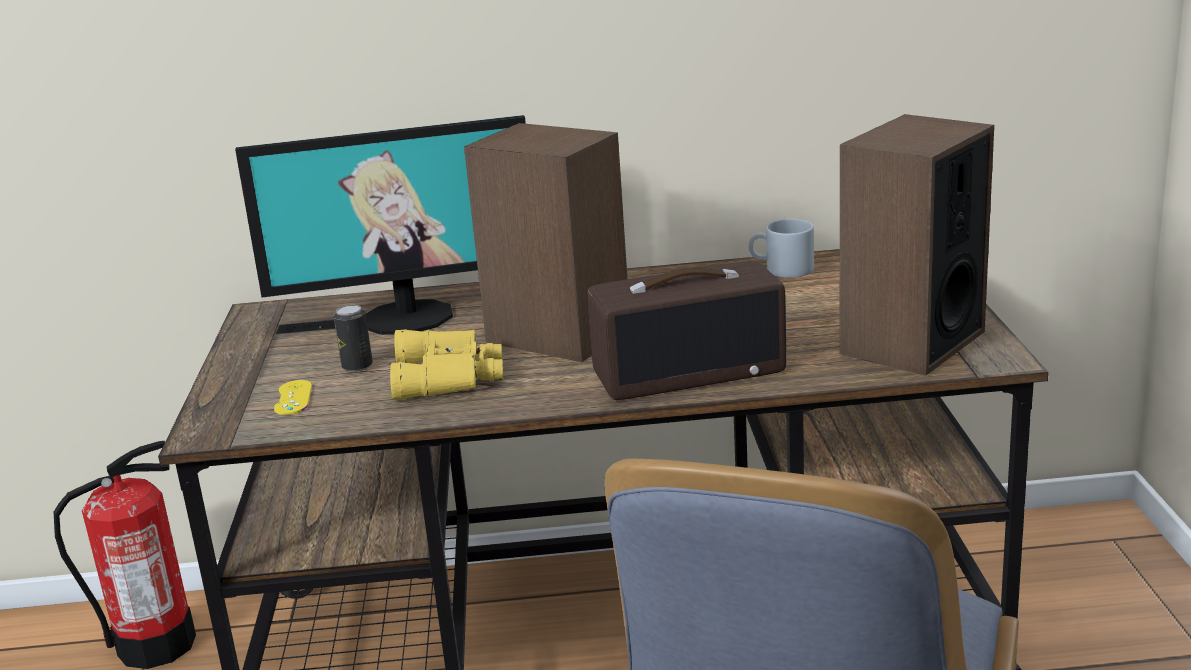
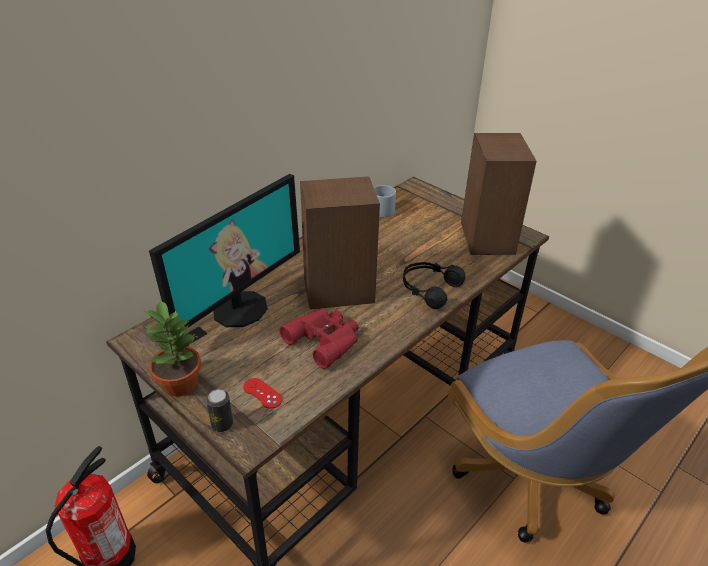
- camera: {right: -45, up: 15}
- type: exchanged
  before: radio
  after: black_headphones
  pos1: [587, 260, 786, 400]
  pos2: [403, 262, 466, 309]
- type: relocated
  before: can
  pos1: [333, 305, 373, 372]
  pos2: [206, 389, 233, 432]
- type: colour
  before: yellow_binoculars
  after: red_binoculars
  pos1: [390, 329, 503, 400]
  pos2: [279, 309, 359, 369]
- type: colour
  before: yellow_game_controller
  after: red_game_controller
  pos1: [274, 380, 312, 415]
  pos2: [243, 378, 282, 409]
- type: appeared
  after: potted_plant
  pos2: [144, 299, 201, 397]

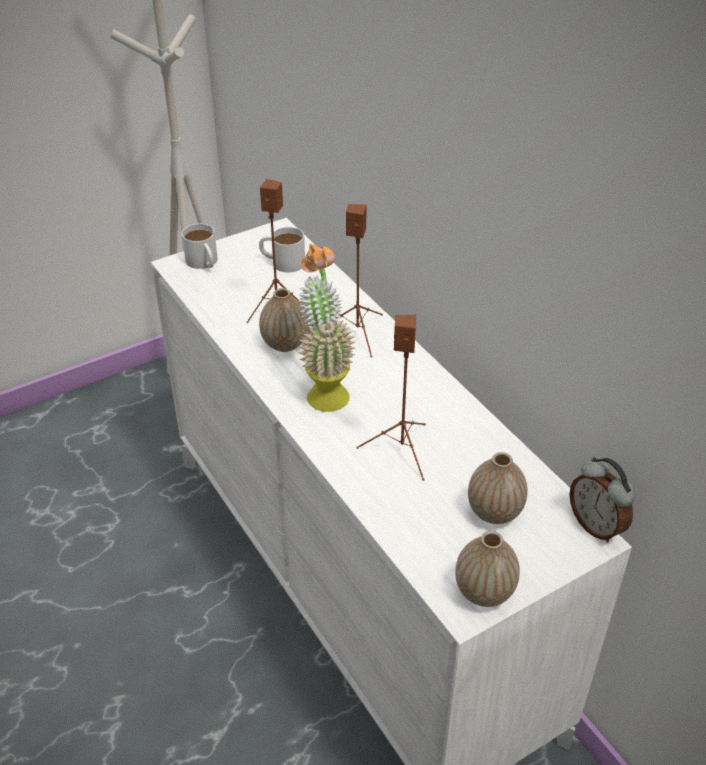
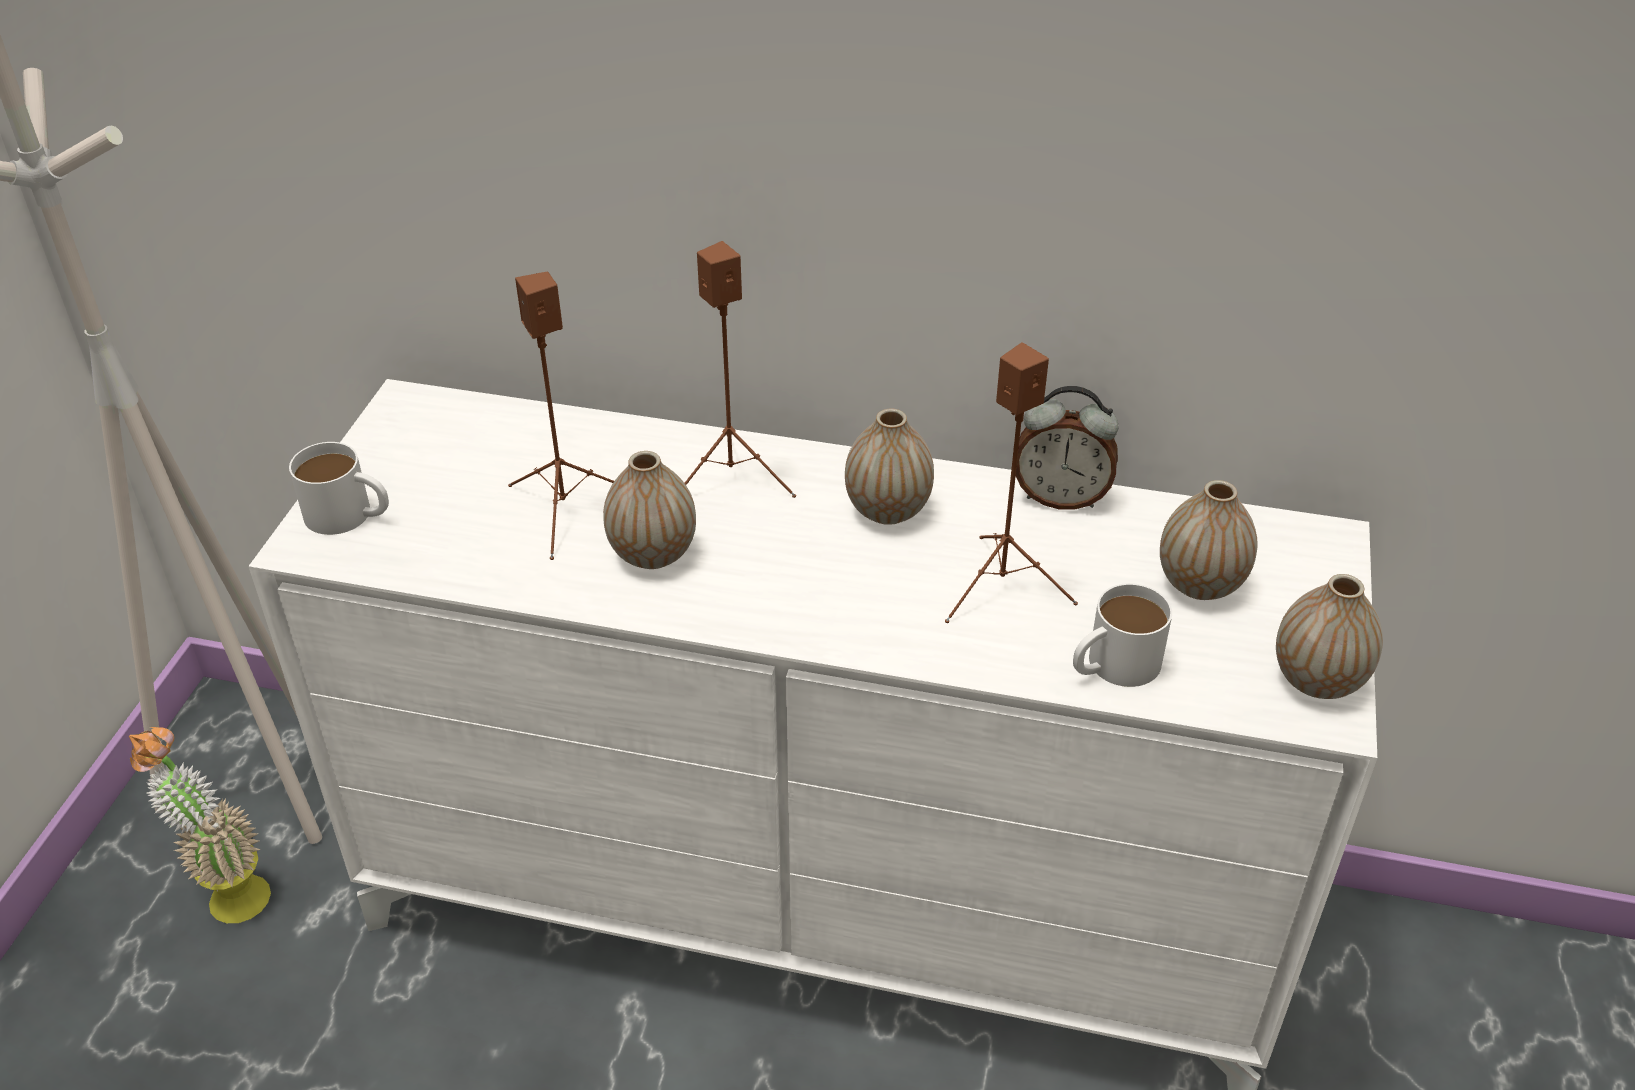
- camera: {right: -45, up: 0}
- type: relocated
  before: white_mug
  pos1: [259, 227, 305, 272]
  pos2: [1073, 583, 1172, 687]
- type: relocated
  before: potted_plant
  pos1: [297, 244, 355, 412]
  pos2: [129, 727, 271, 923]
- type: relocated
  before: alarm_clock
  pos1: [569, 457, 636, 543]
  pos2: [1016, 386, 1119, 510]
- type: appeared
  after: vase
  pos2: [845, 409, 934, 525]

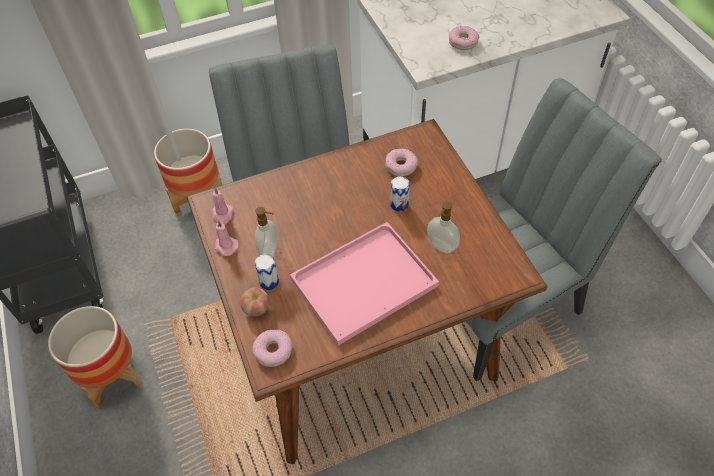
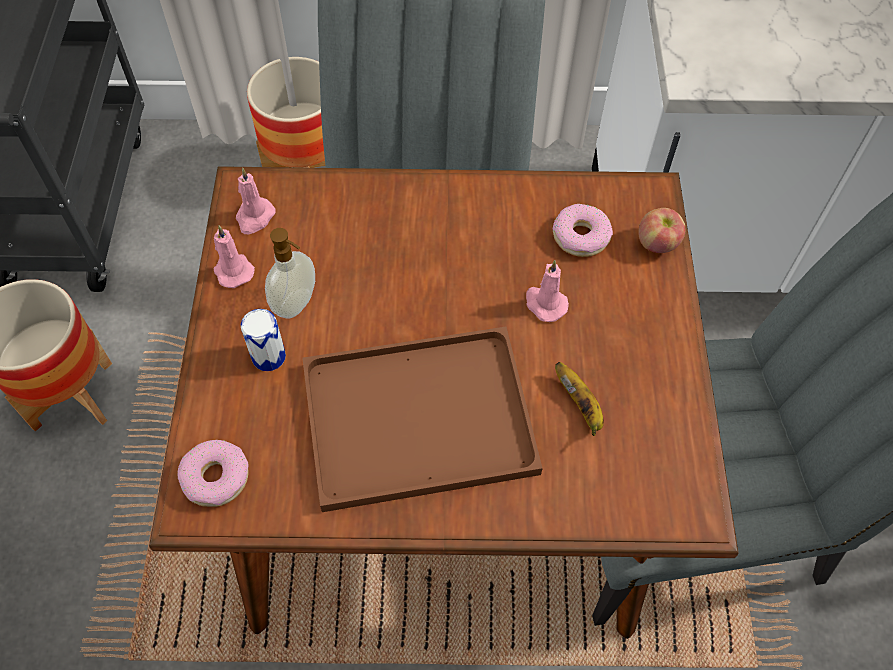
- camera: {right: 20, up: 5}
- type: missing
  before: donut
  pos1: [449, 26, 479, 50]
- type: exchanged
  before: can
  after: pink_candle
  pos1: [390, 176, 410, 212]
  pos2: [526, 260, 569, 322]
- type: exchanged
  before: soap_dispenser
  after: banana
  pos1: [427, 202, 460, 253]
  pos2: [555, 362, 604, 436]
- type: colour
  before: pink_tray
  after: brown_tray
  pos1: [290, 222, 439, 346]
  pos2: [302, 327, 543, 512]
- type: relocated
  before: apple
  pos1: [240, 287, 270, 317]
  pos2: [639, 208, 686, 253]

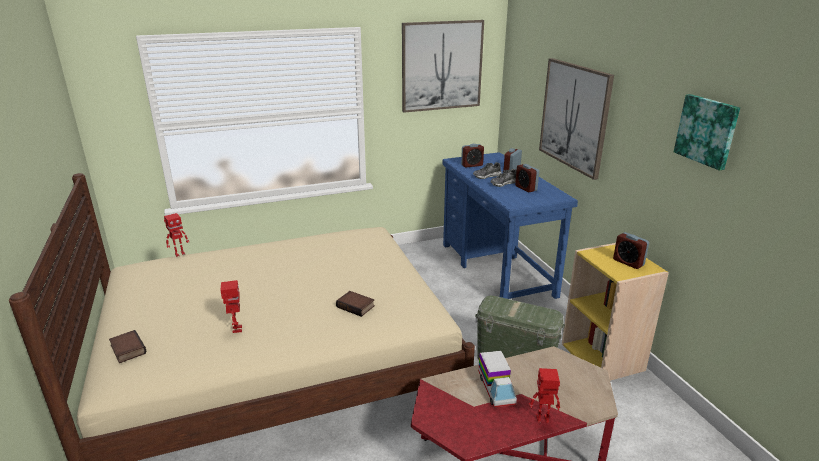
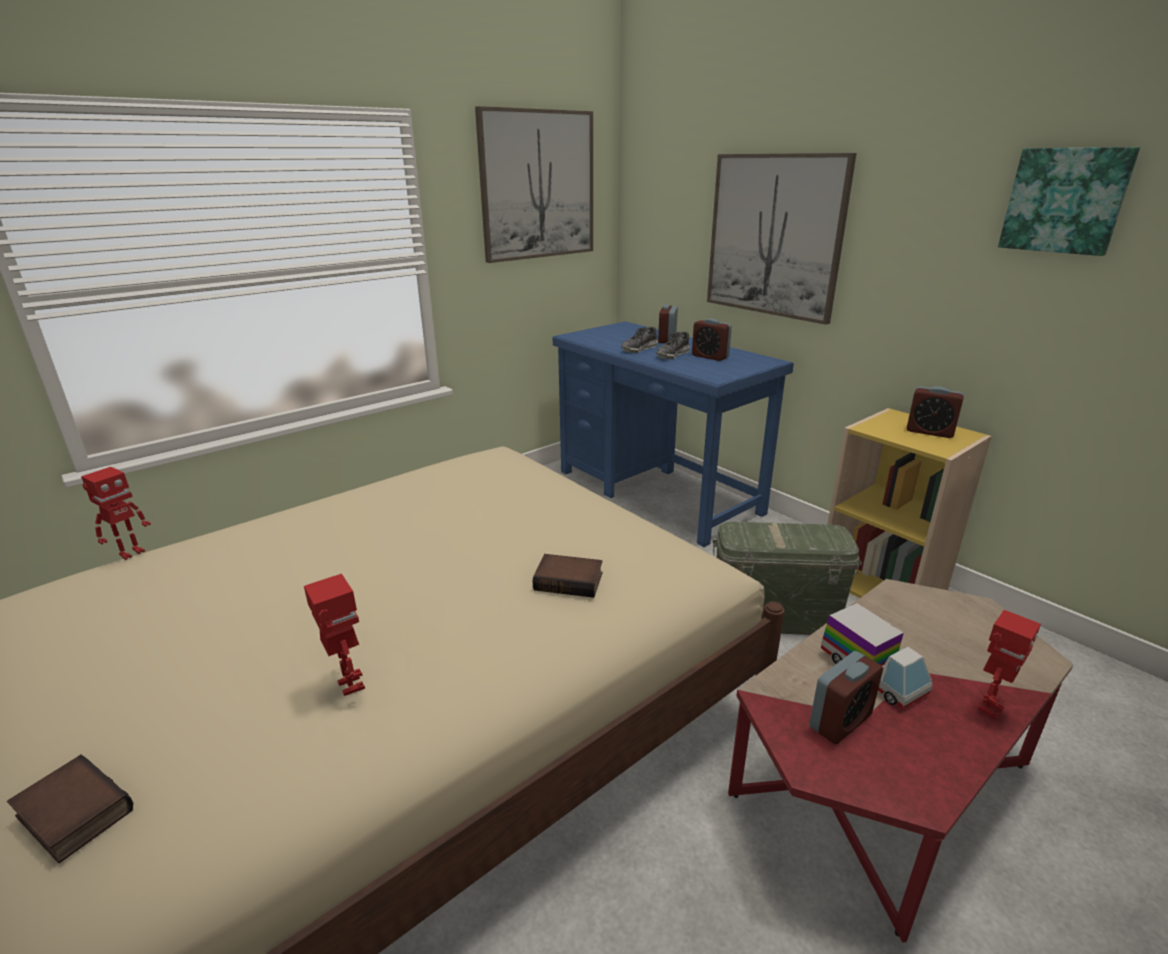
- camera: {right: -20, up: 0}
- type: relocated
  before: alarm_clock
  pos1: [461, 144, 484, 168]
  pos2: [809, 651, 883, 744]
- type: spun
  before: toy_robot
  pos1: [529, 368, 560, 423]
  pos2: [978, 610, 1041, 720]
  turn: 150

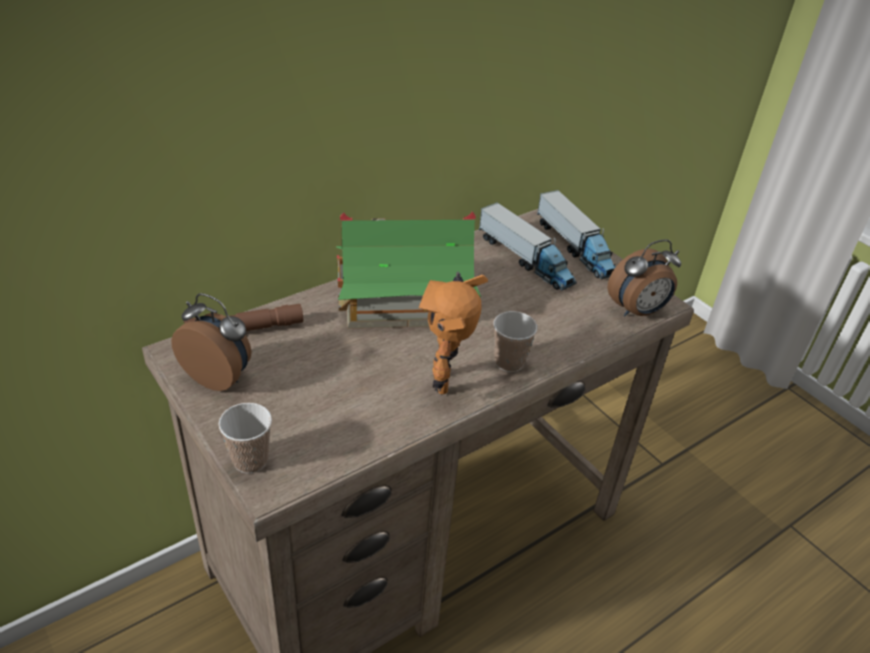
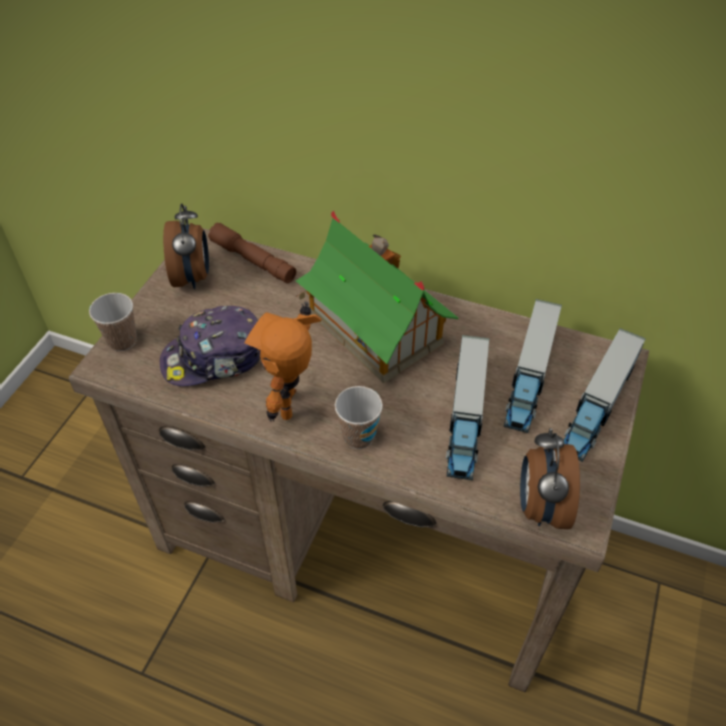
- camera: {right: 60, up: 10}
- type: spun
  before: alarm_clock
  pos1: [607, 240, 681, 316]
  pos2: [520, 428, 580, 529]
  turn: 60
- type: spun
  before: toy_robot
  pos1: [419, 271, 488, 394]
  pos2: [245, 301, 322, 422]
  turn: -45
- type: appeared
  after: cap
  pos2: [160, 306, 260, 386]
- type: appeared
  after: toy_truck
  pos2: [446, 335, 490, 480]

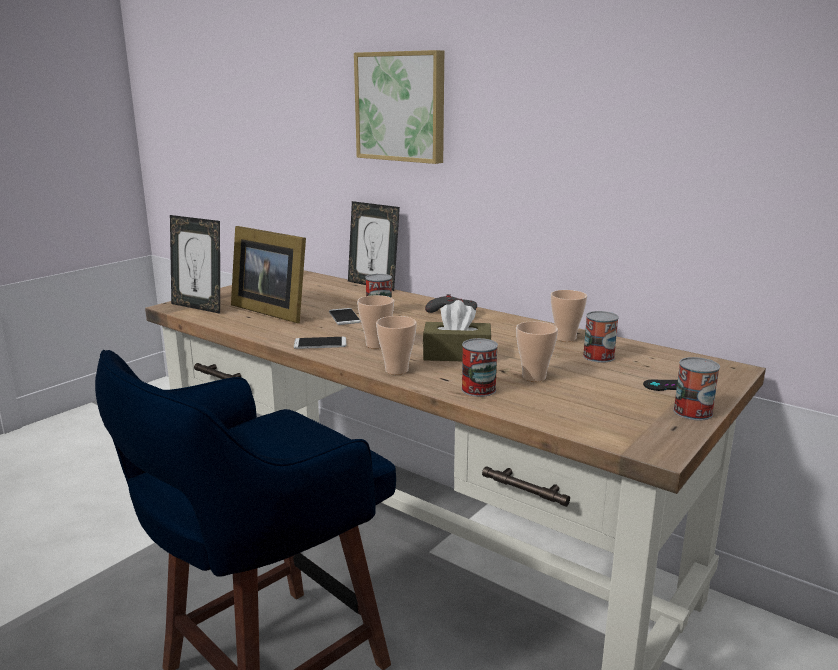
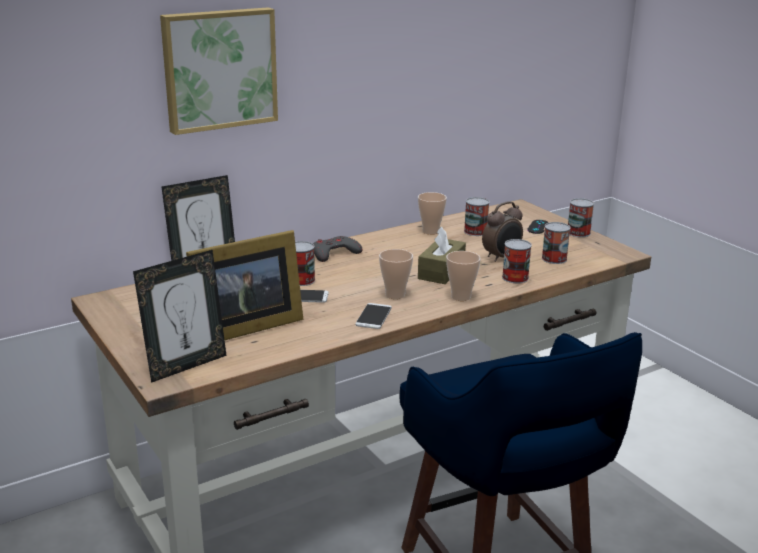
- camera: {right: -70, up: 5}
- type: exchanged
  before: cup
  after: alarm_clock
  pos1: [516, 321, 558, 382]
  pos2: [482, 201, 523, 262]
- type: appeared
  after: can
  pos2: [542, 222, 571, 264]

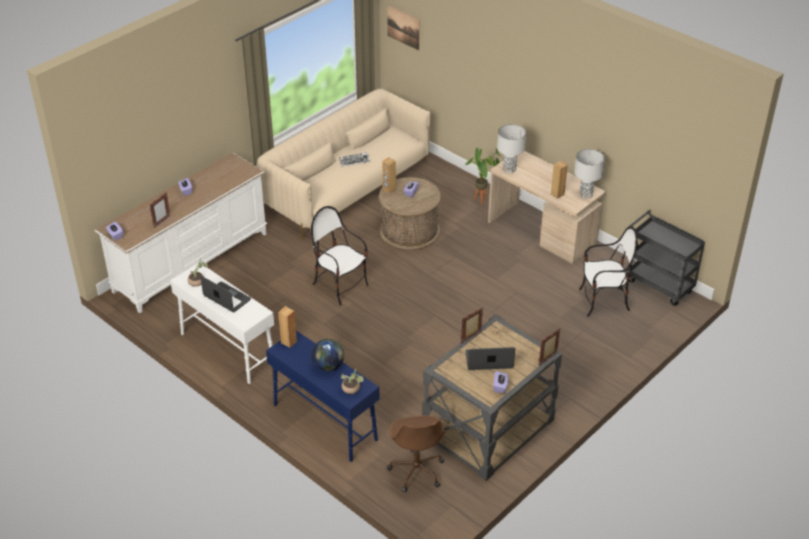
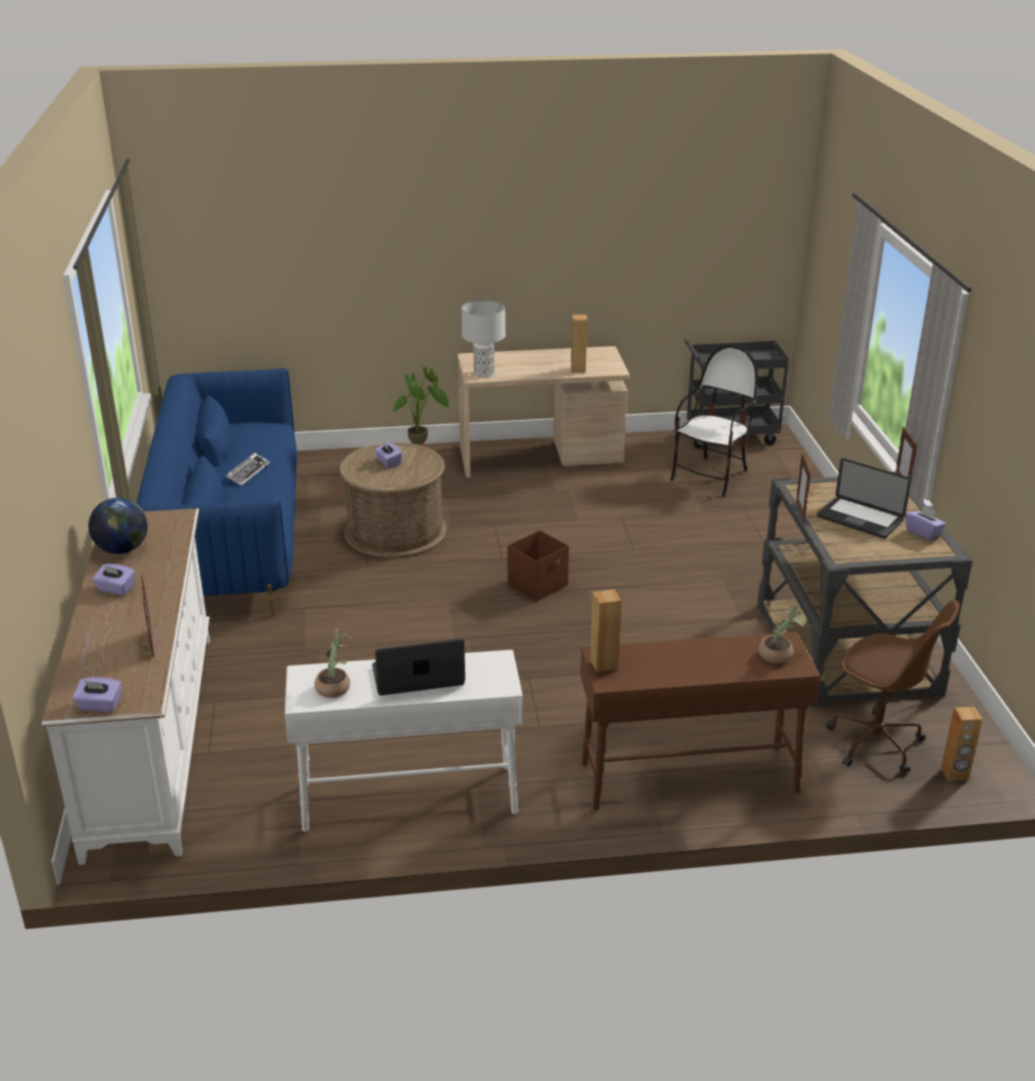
- camera: {right: -50, up: -10}
- type: missing
  before: picture
  pos1: [387, 6, 420, 51]
- type: colour
  before: beige_sofa
  after: blue_sofa
  pos1: [257, 89, 430, 239]
  pos2: [136, 368, 297, 617]
- type: missing
  before: white_table_lamp
  pos1: [574, 149, 605, 199]
- type: relocated
  before: brown_speaker
  pos1: [383, 157, 396, 194]
  pos2: [941, 707, 983, 781]
- type: missing
  before: chair
  pos1: [311, 206, 369, 306]
- type: colour
  before: blue_console_table
  after: brown_console_table
  pos1: [266, 331, 380, 462]
  pos2: [580, 632, 821, 810]
- type: relocated
  before: globe
  pos1: [311, 339, 344, 371]
  pos2: [88, 498, 147, 554]
- type: spun
  before: laptop
  pos1: [465, 347, 515, 370]
  pos2: [817, 458, 911, 539]
  turn: -90
- type: appeared
  after: brown_storage_box
  pos2: [508, 530, 569, 601]

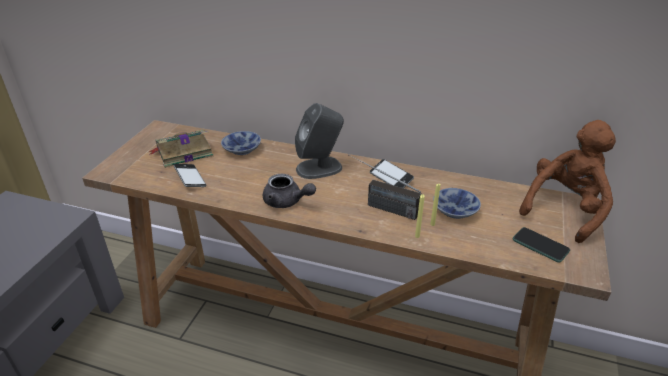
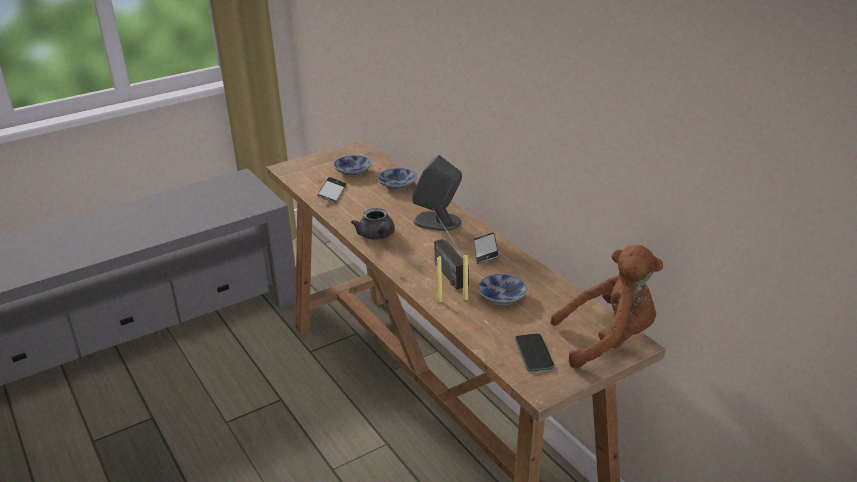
- camera: {right: 40, up: -5}
- type: exchanged
  before: book
  after: bowl
  pos1: [148, 130, 213, 168]
  pos2: [333, 155, 372, 177]

